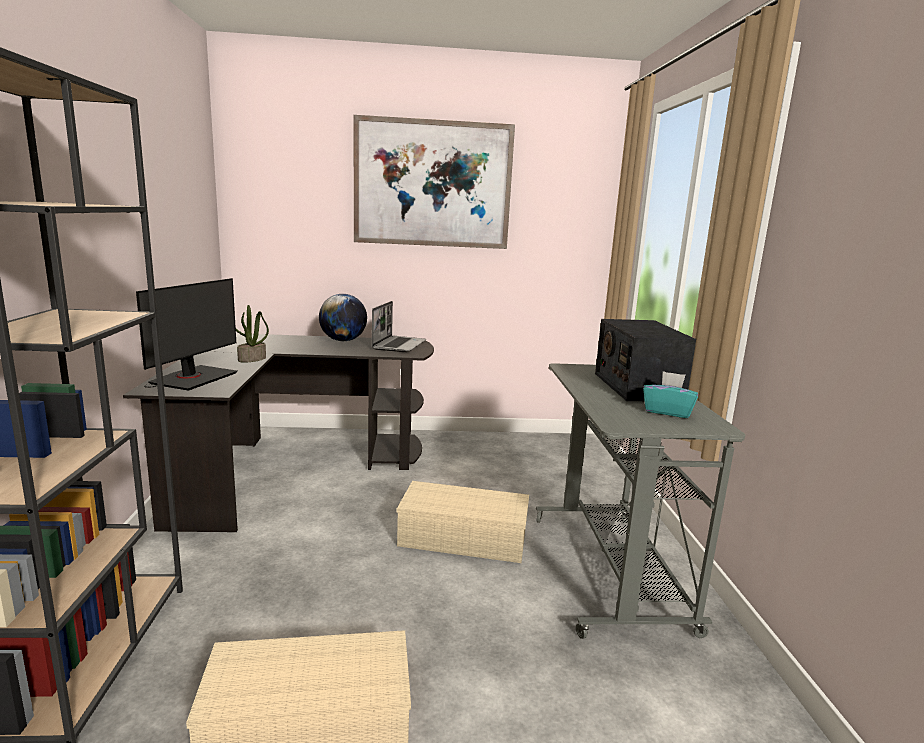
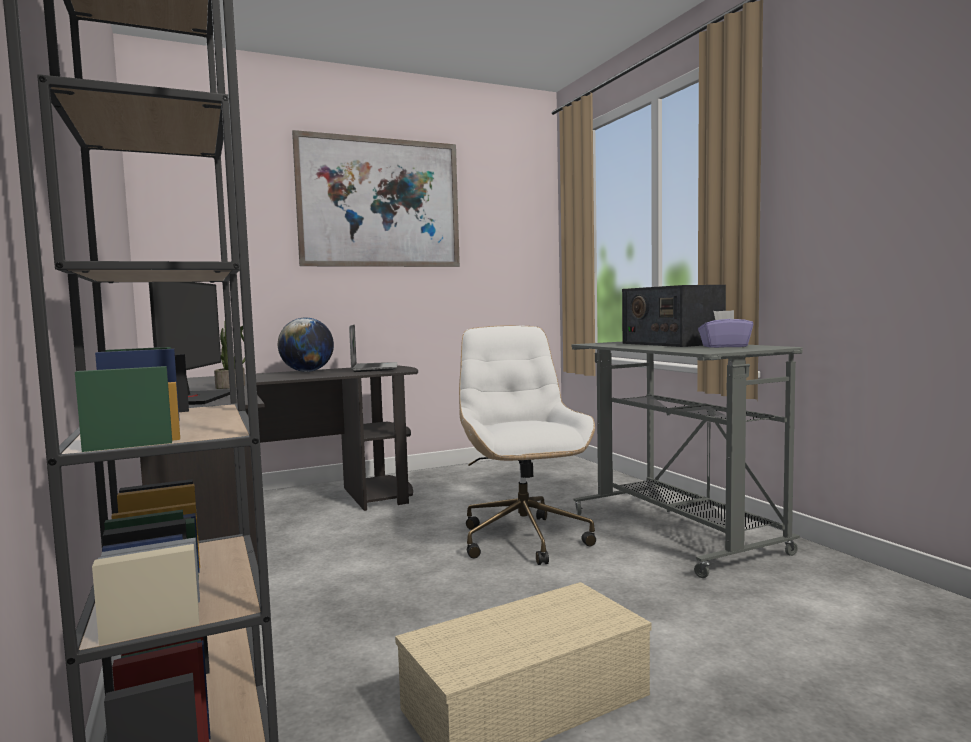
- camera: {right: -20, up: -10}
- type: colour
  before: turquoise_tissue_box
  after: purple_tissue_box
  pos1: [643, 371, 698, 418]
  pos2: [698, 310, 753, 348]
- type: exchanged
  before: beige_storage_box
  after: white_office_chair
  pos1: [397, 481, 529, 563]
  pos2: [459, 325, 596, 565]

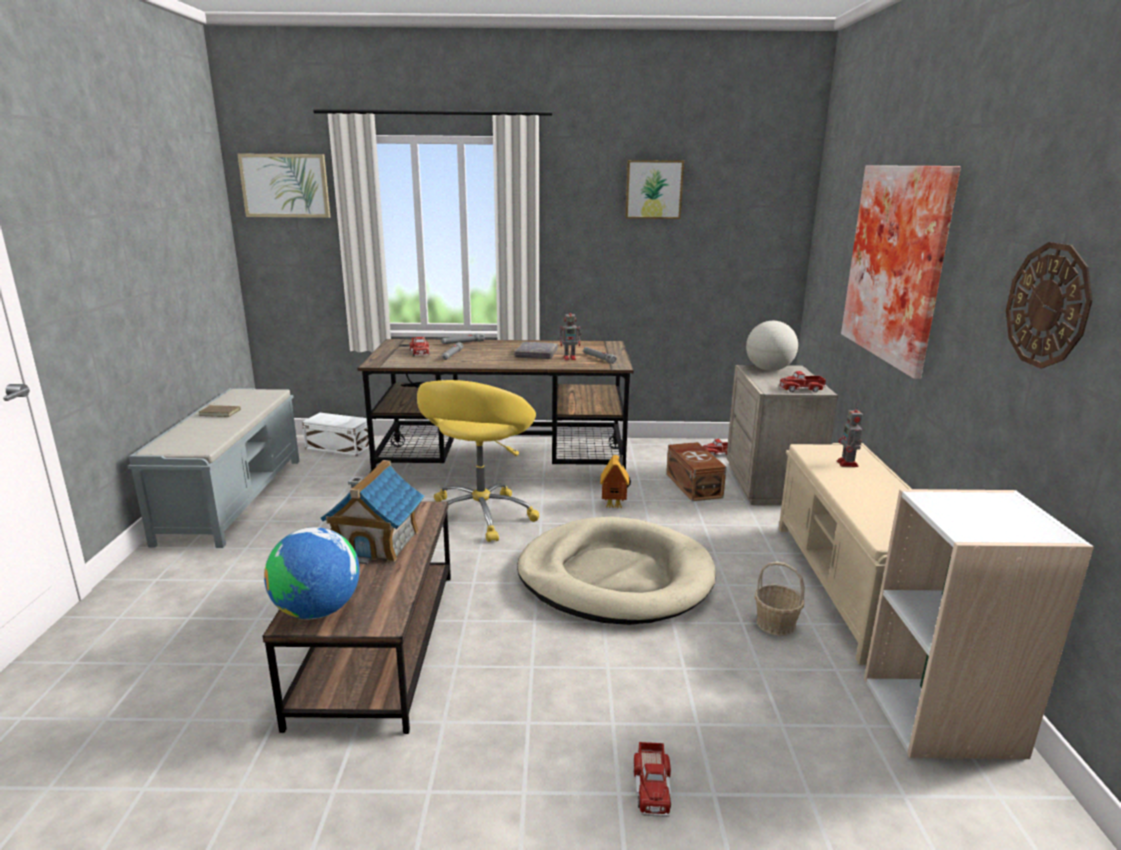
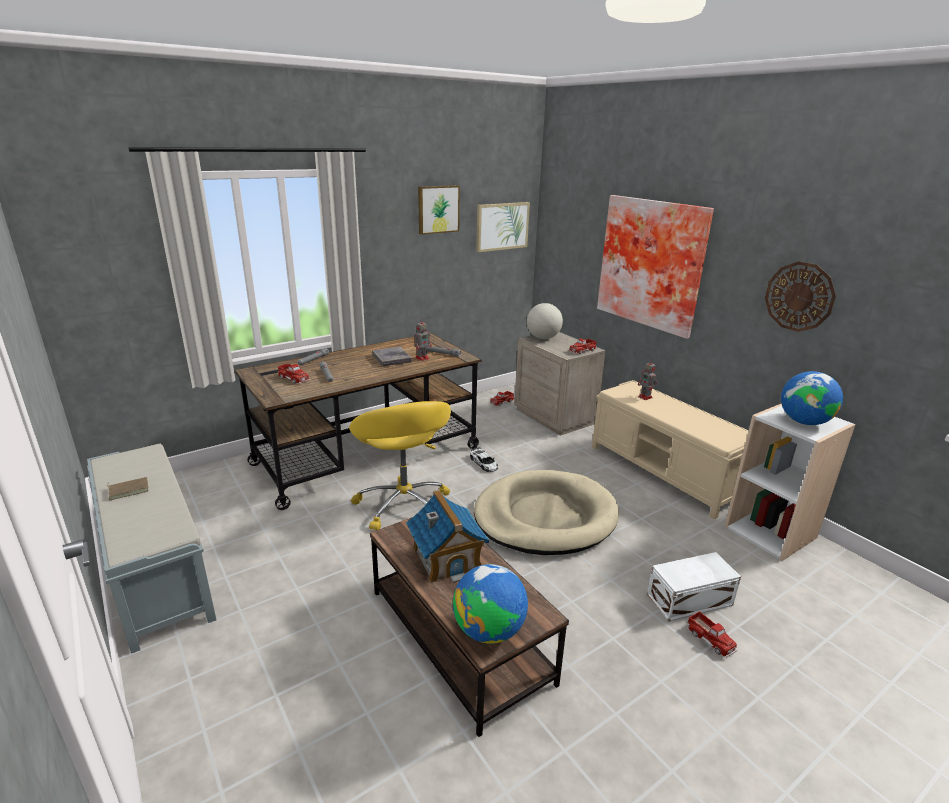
- camera: {right: -35, up: 5}
- type: relocated
  before: picture
  pos1: [237, 153, 330, 218]
  pos2: [476, 202, 530, 252]
- type: relocated
  before: white_storage_box
  pos1: [302, 413, 369, 456]
  pos2: [647, 552, 741, 622]
- type: missing
  before: brown_storage_box
  pos1: [666, 442, 726, 501]
- type: exchanged
  before: toy_house
  after: toy_car
  pos1: [600, 455, 629, 508]
  pos2: [470, 448, 498, 472]
- type: missing
  before: basket
  pos1: [755, 561, 805, 636]
- type: appeared
  after: globe
  pos2: [781, 371, 843, 425]

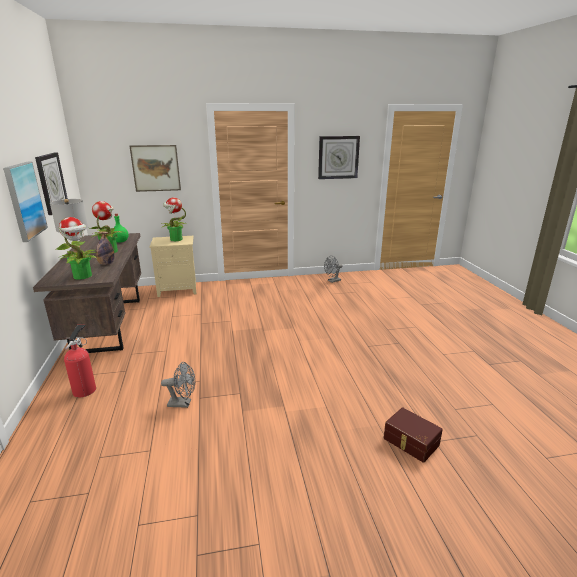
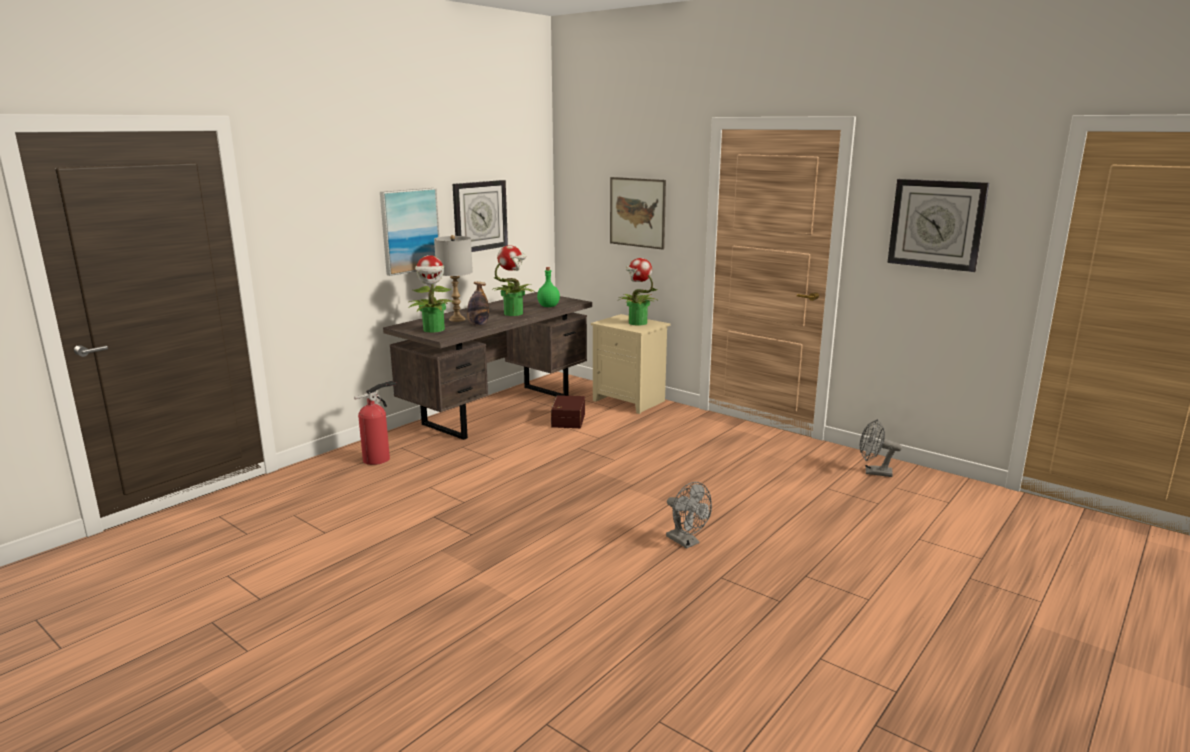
- camera: {right: 50, up: -5}
- type: relocated
  before: grey_fan
  pos1: [161, 362, 195, 408]
  pos2: [666, 482, 712, 549]
- type: relocated
  before: brown_storage_box
  pos1: [384, 407, 443, 463]
  pos2: [551, 395, 585, 428]

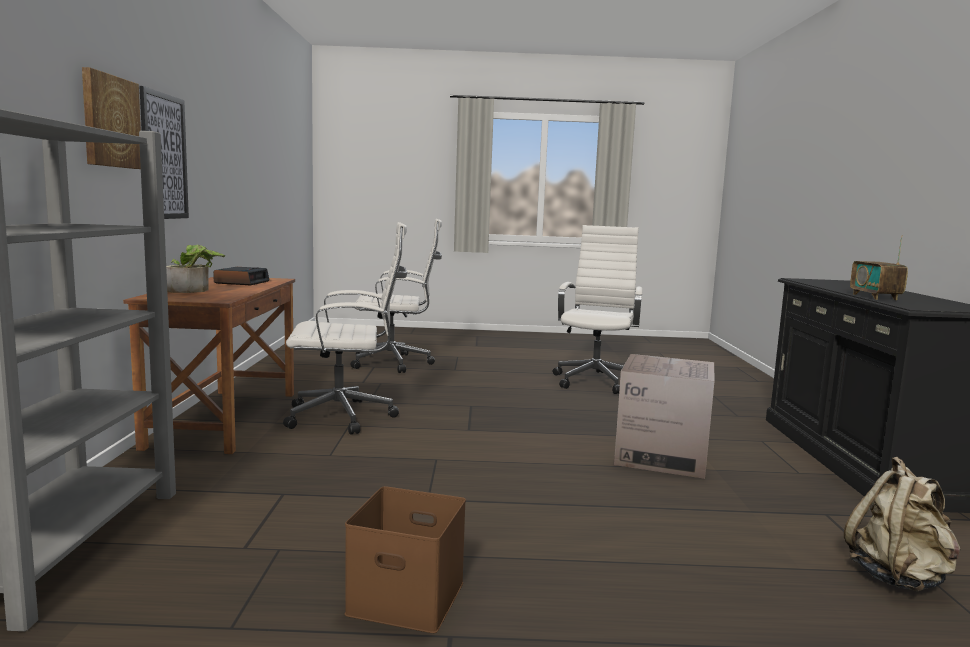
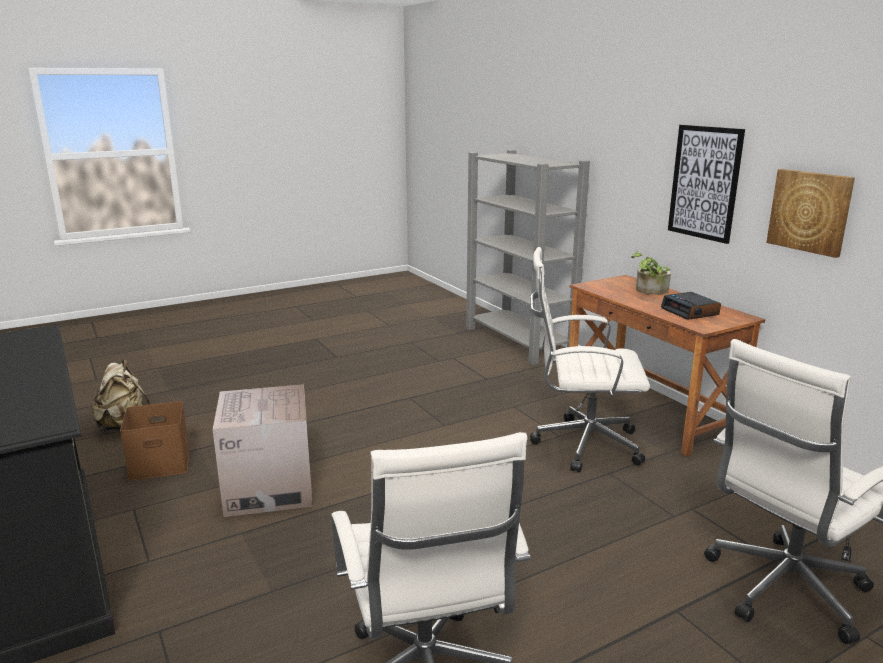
- camera: {right: 150, up: 10}
- type: relocated
  before: picture
  pos1: [82, 67, 141, 169]
  pos2: [766, 169, 855, 258]
- type: spun
  before: white_office_chair
  pos1: [283, 222, 407, 435]
  pos2: [530, 247, 650, 472]
  turn: 45
- type: missing
  before: radio
  pos1: [850, 236, 908, 300]
- type: relocated
  before: brown_storage_box
  pos1: [345, 486, 466, 633]
  pos2: [120, 401, 190, 481]

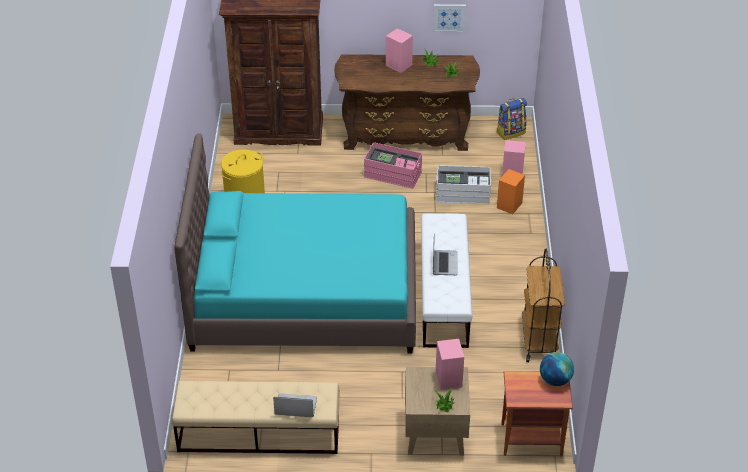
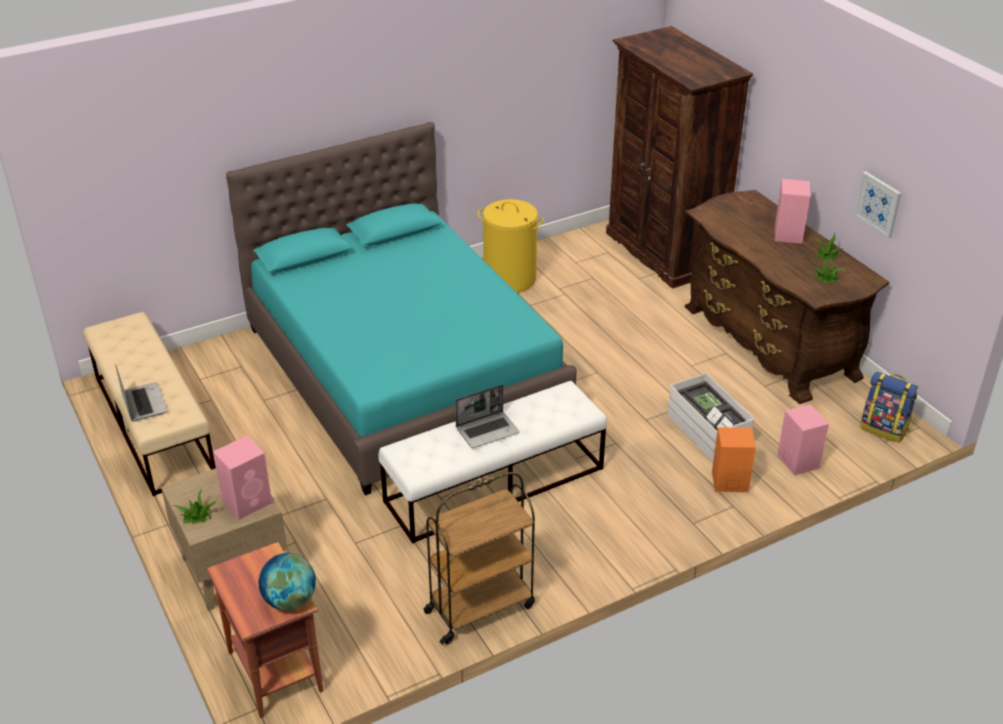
- camera: {right: 60, up: -5}
- type: missing
  before: pink_storage_box
  pos1: [364, 142, 422, 189]

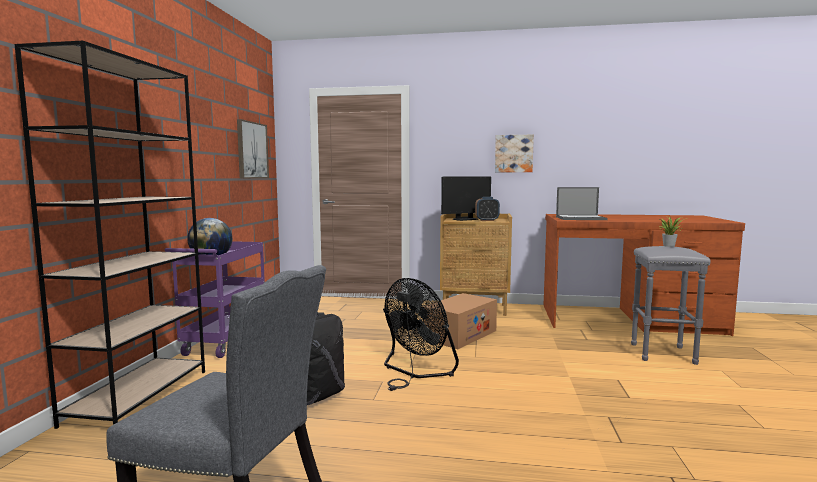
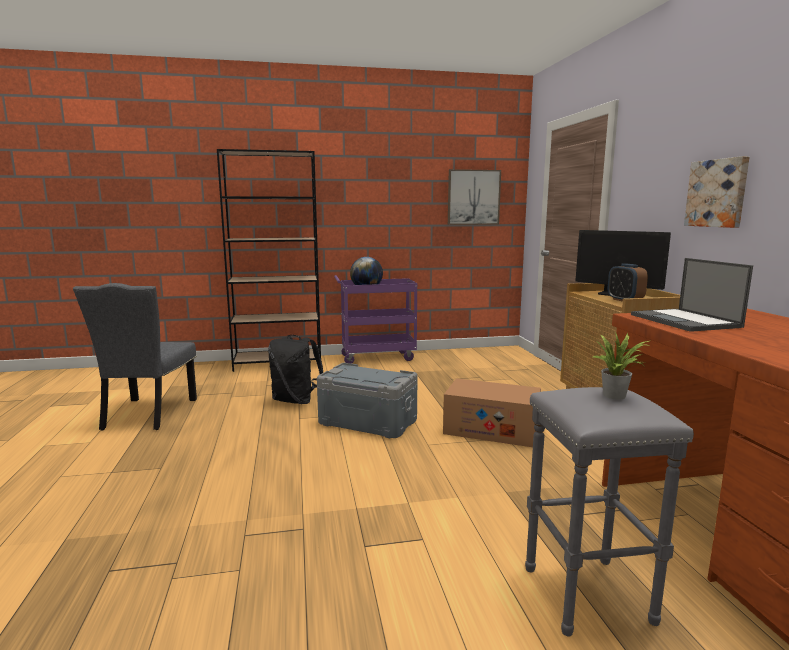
- camera: {right: 70, up: 5}
- type: exchanged
  before: black_fan
  after: grey_storage_box
  pos1: [383, 278, 459, 391]
  pos2: [317, 363, 418, 438]

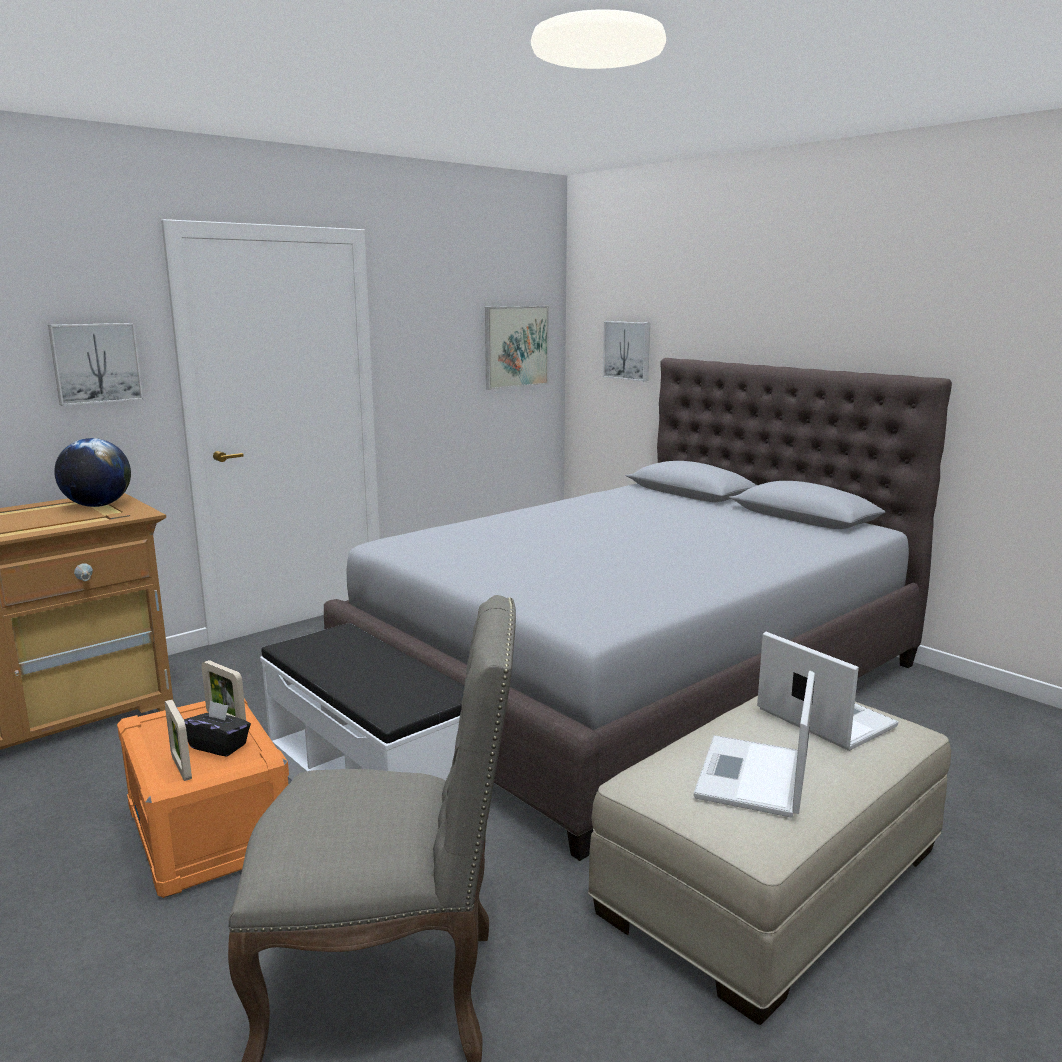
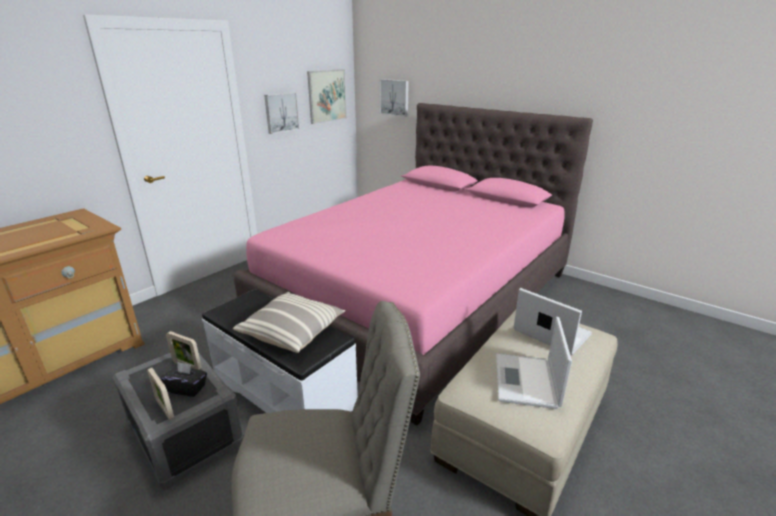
- camera: {right: -10, up: 10}
- type: relocated
  before: picture
  pos1: [48, 323, 144, 406]
  pos2: [264, 92, 300, 134]
- type: colour
  before: grey_bed
  after: pink_bed
  pos1: [324, 358, 952, 861]
  pos2: [233, 103, 593, 425]
- type: missing
  before: globe
  pos1: [54, 438, 131, 507]
- type: colour
  before: orange_storage_box
  after: grey_storage_box
  pos1: [117, 699, 289, 898]
  pos2: [112, 351, 244, 490]
- type: appeared
  after: pillow
  pos2: [233, 292, 345, 353]

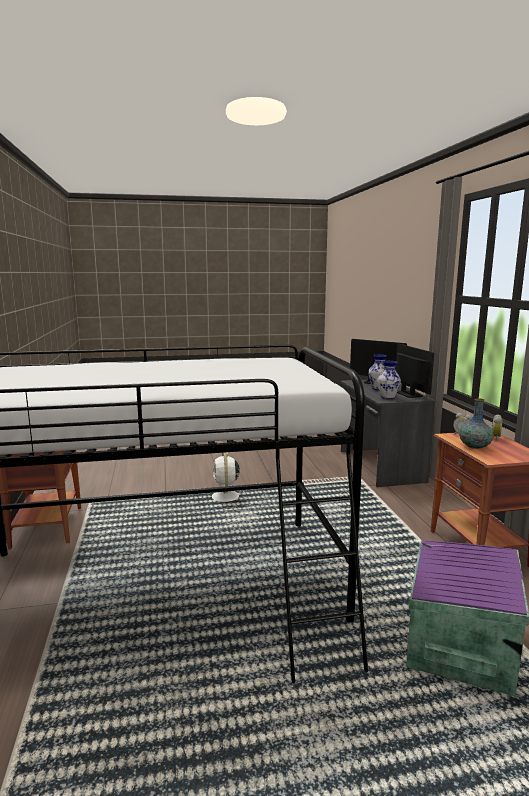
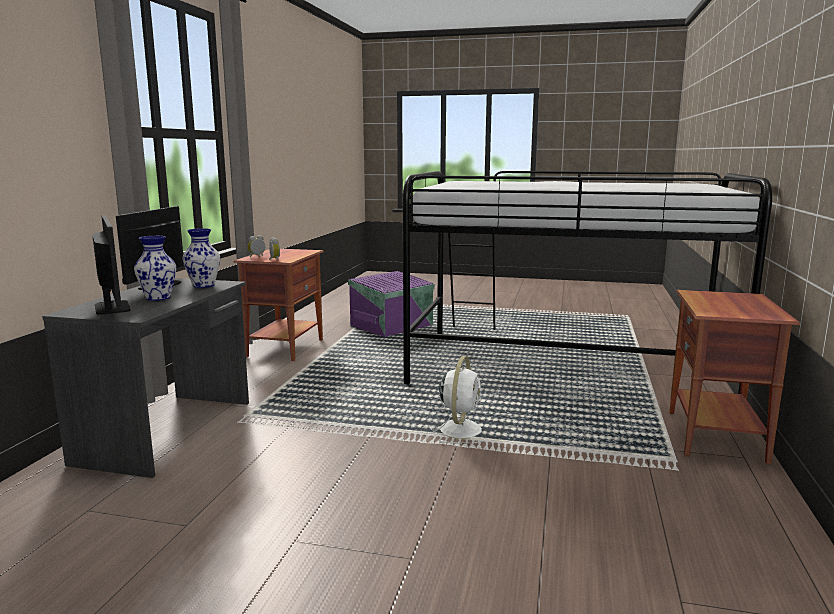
- camera: {right: -155, up: 0}
- type: missing
  before: vase
  pos1: [459, 398, 494, 449]

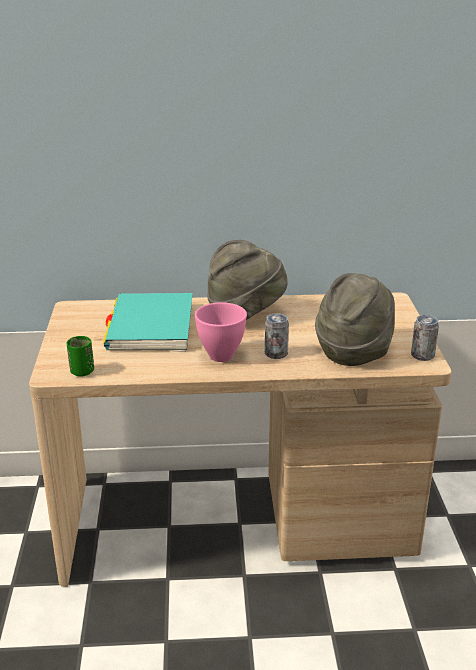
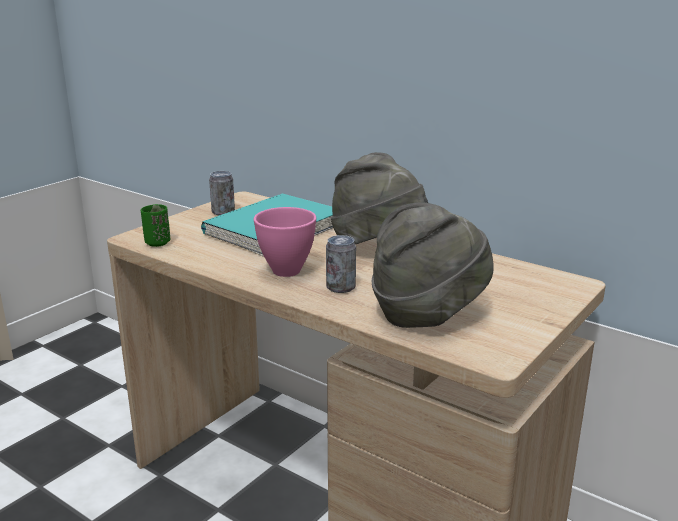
- camera: {right: 40, up: -5}
- type: relocated
  before: can
  pos1: [411, 315, 439, 361]
  pos2: [209, 171, 235, 215]

